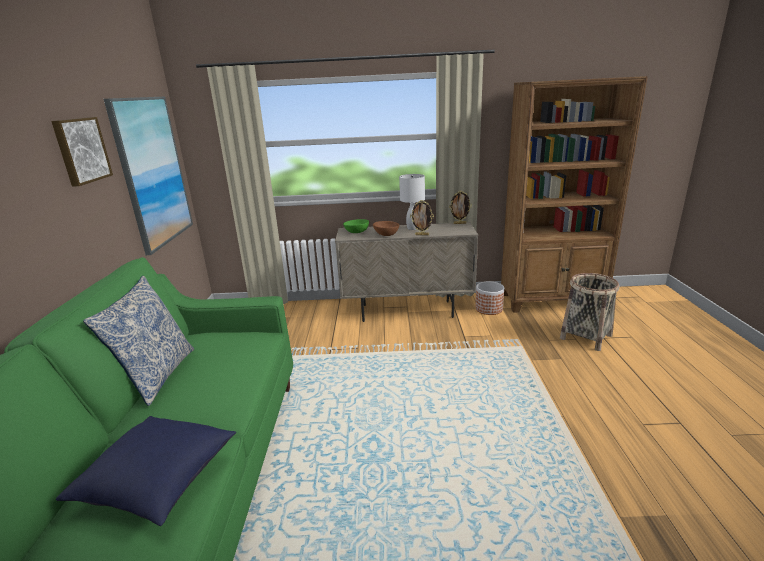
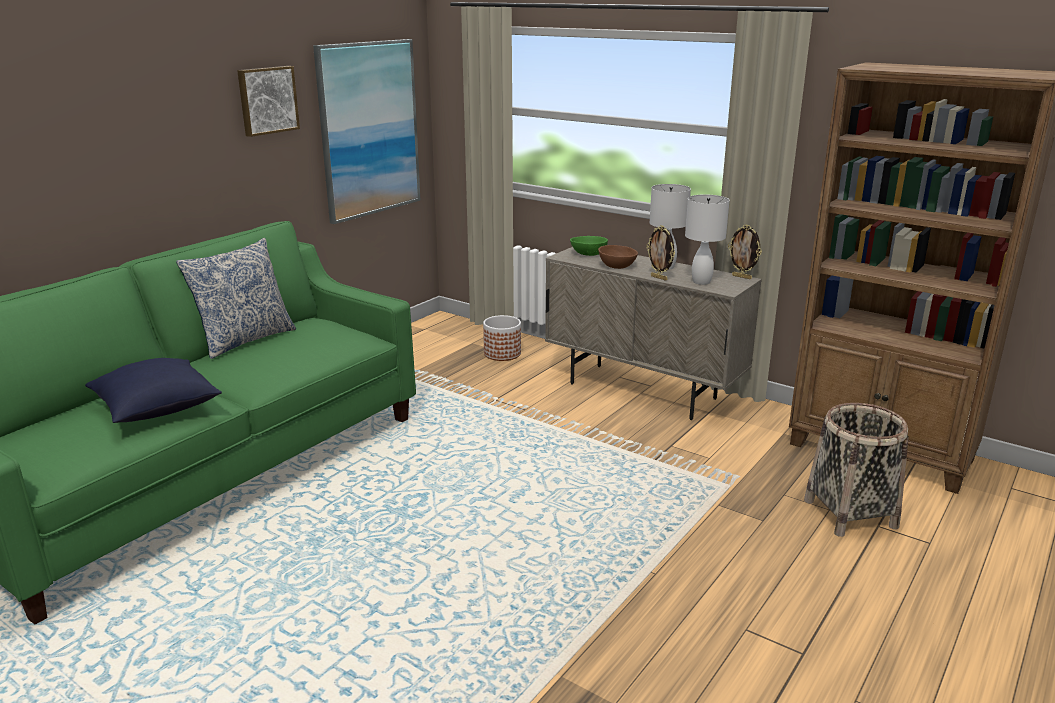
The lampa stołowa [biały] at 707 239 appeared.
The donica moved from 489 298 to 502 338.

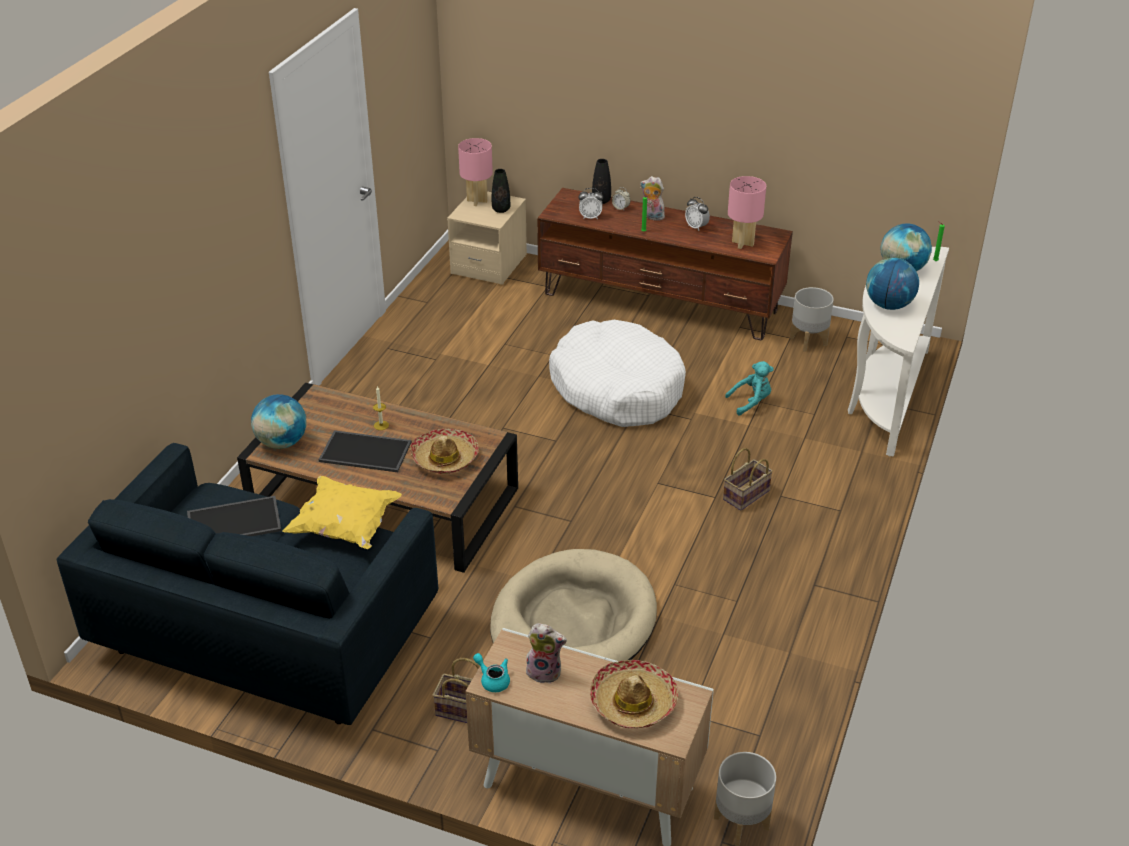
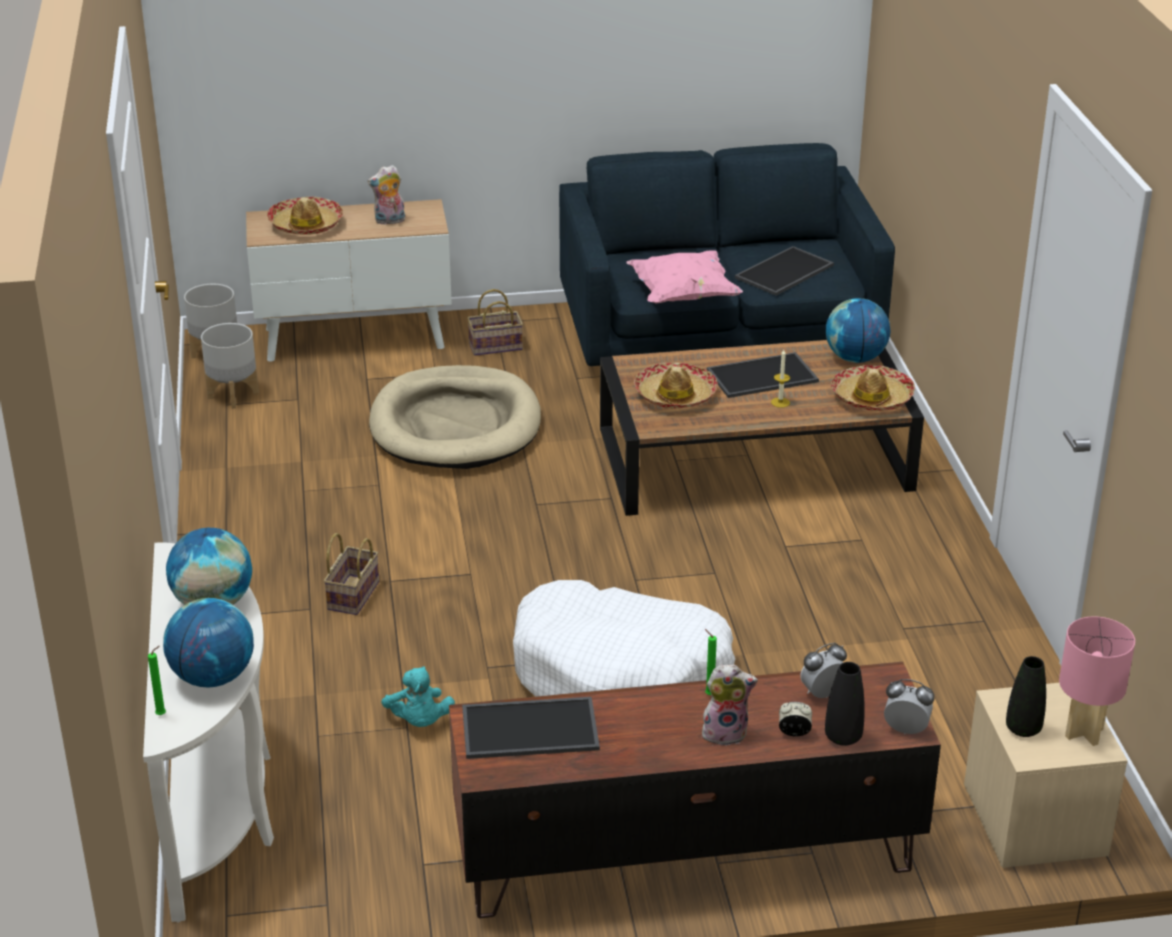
The imbryk [turkusowy] at 491 672 disappeared.
The kapelusz at 872 388 appeared.
The budzik moved from 697 214 to 909 706.
The donica [szary] moved from 812 319 to 230 366.
The lampa stołowa [różowy] at 747 212 was replaced by the taca at 531 728.
The poduszka [żółty] at 342 512 became the poduszka [różowy] at 684 276.
The pluszak [turkusowy] at 749 388 turned 60 degrees counterclockwise.

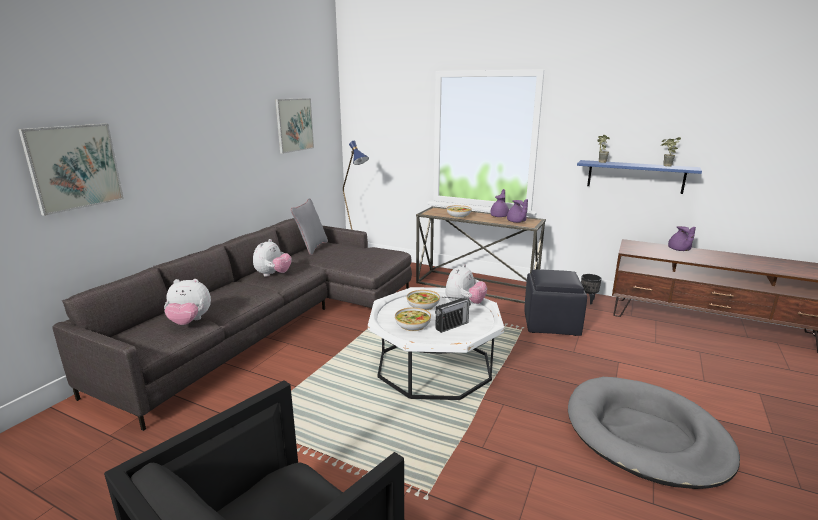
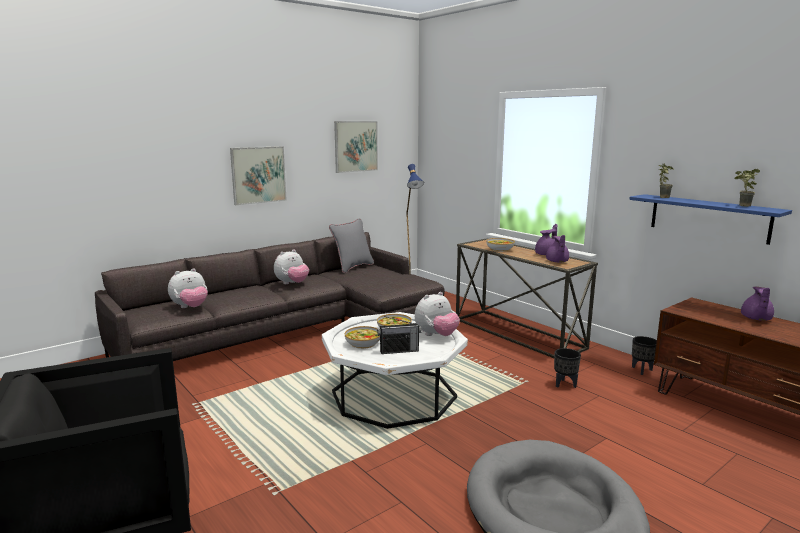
The obraz moved from 71 170 to 258 175.
The pufa [czarny] at 555 302 was replaced by the donica [czarny] at 567 368.
The pluszak at 187 302 turned 60 degrees counterclockwise.

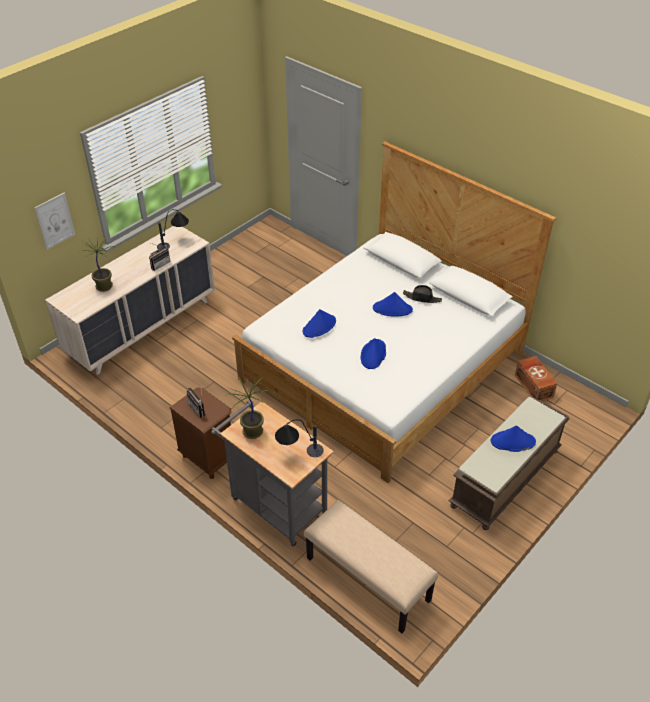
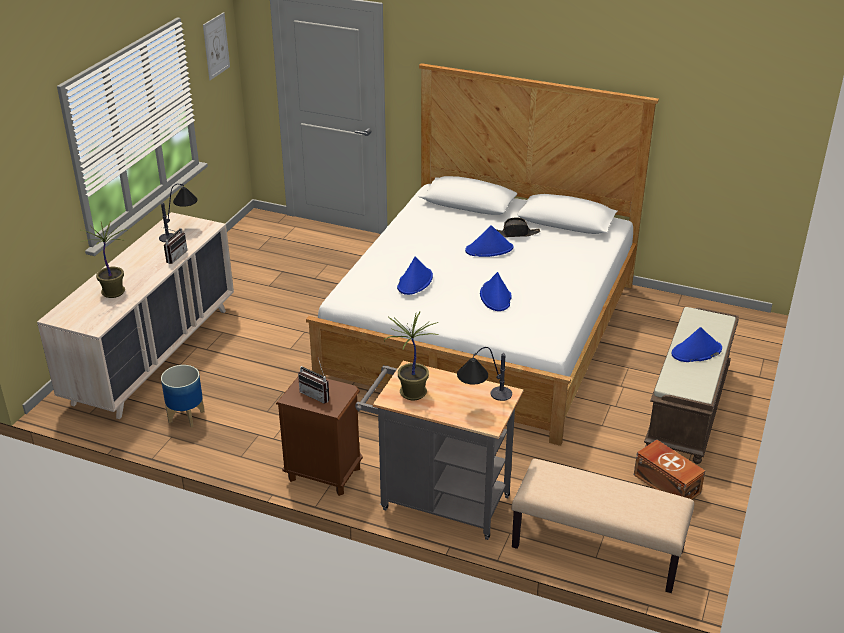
The donica at 182 396 appeared.
The obraz moved from 54 221 to 216 46.
The pojemnik do przechowywania [brązowy] moved from 536 378 to 669 470.

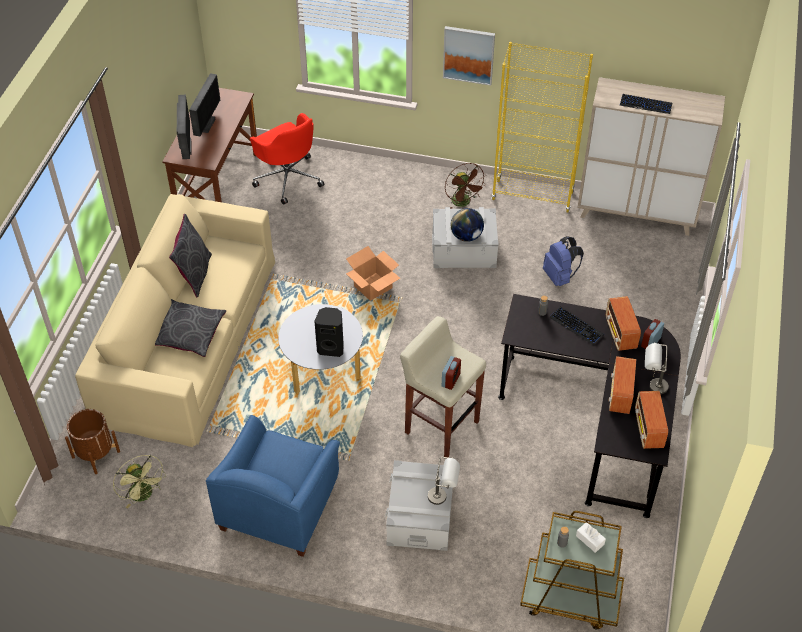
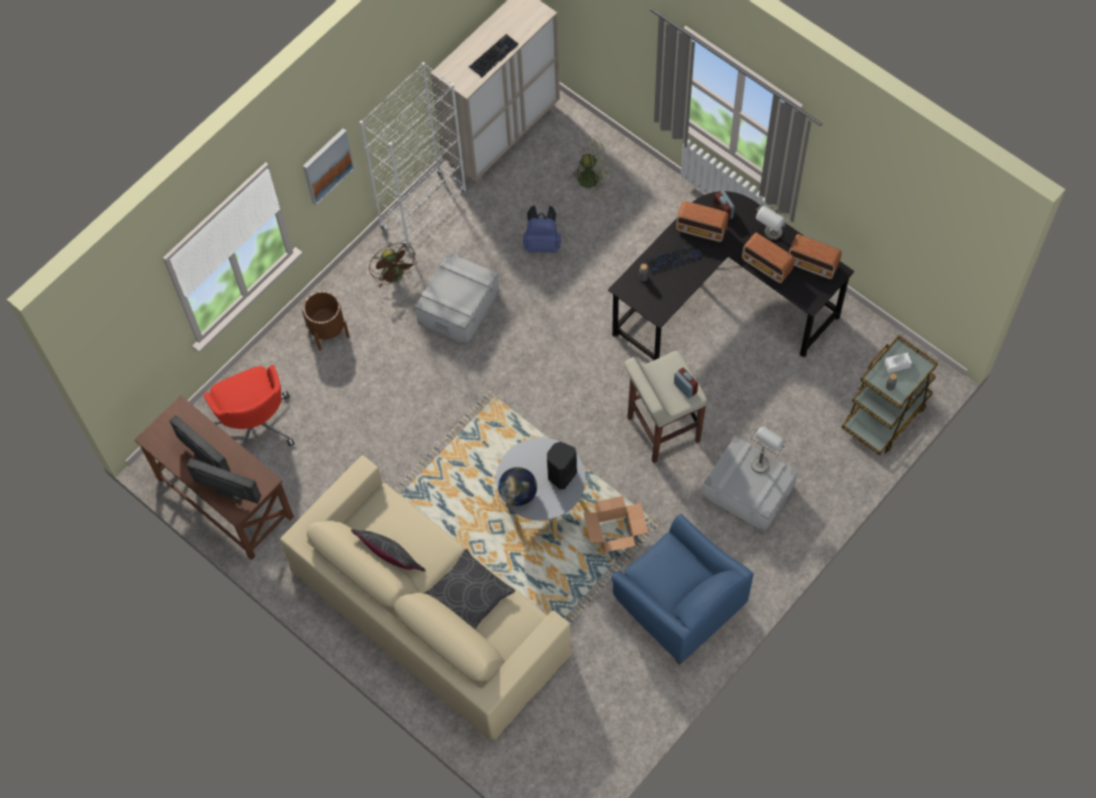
The donica [brązowy] moved from 92 441 to 326 320.
The wentylator [zielony] moved from 139 482 to 589 165.
The karton moved from 373 273 to 615 524.
The globus moved from 467 225 to 517 486.
The regał [żółty] at 542 127 became the regał [biały] at 413 155.
The krzesło biurowe [czerwony] at 287 159 turned 75 degrees clockwise.
The wentylator [brązowy] at 465 186 turned 60 degrees clockwise.

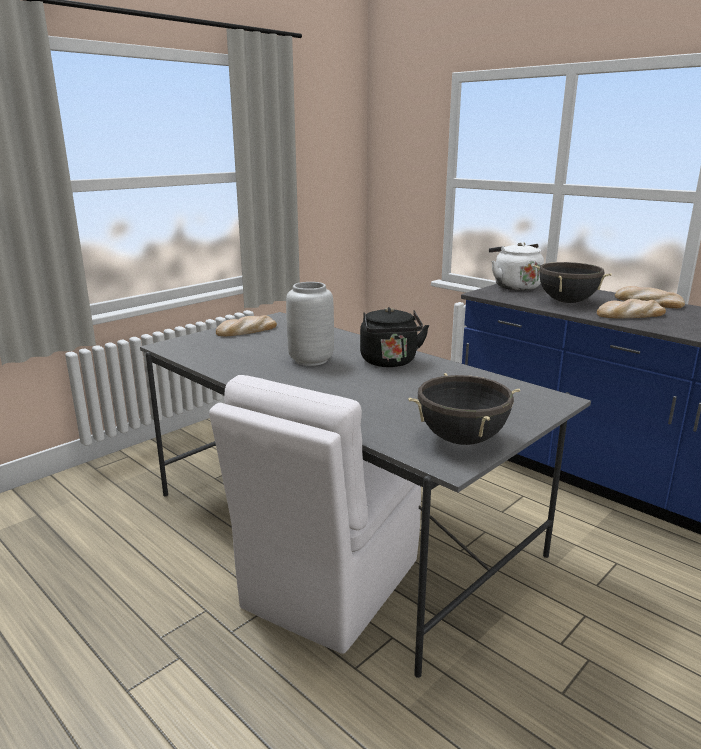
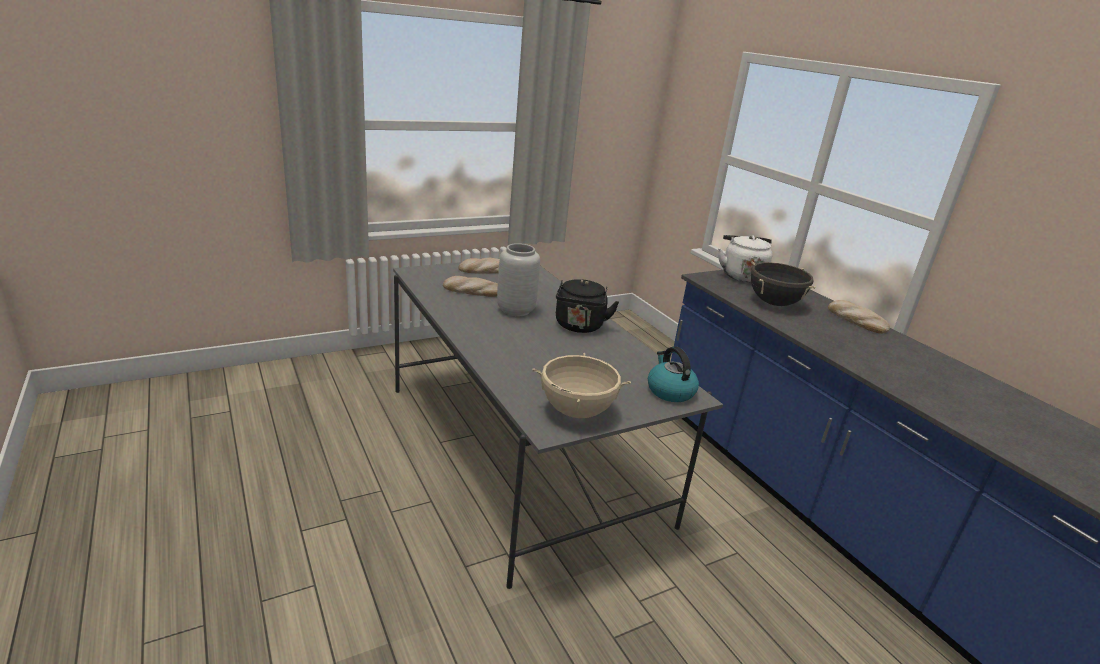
The krzesło [biały] at 315 514 disappeared.
The czajnik at 673 374 appeared.
The chleb moved from 631 308 to 470 286.
The garnek [czarny] at 464 409 became the garnek [beżowy] at 581 385.

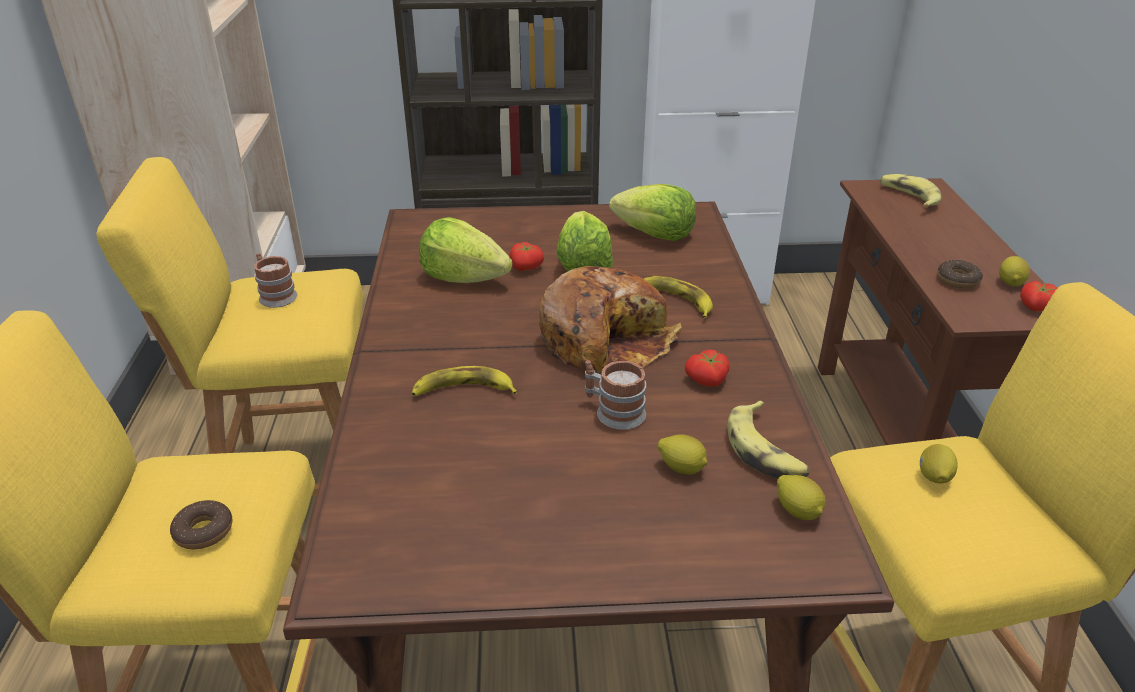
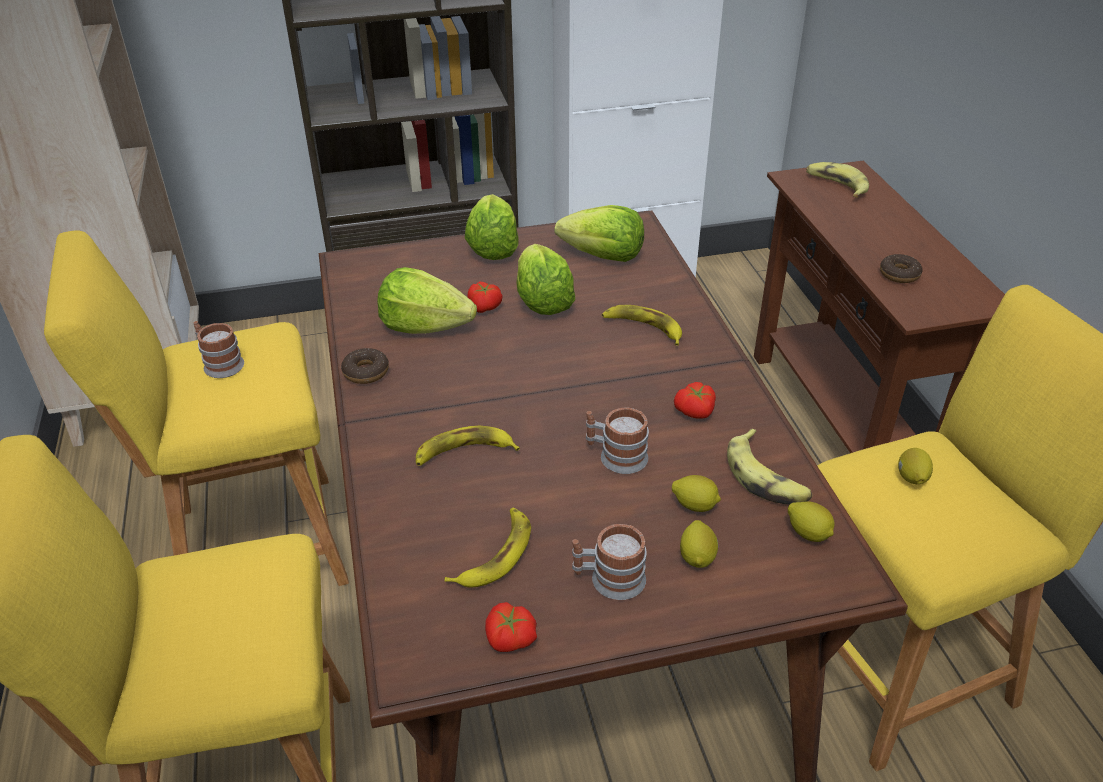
The chleb at 610 319 disappeared.
The banan at 488 548 appeared.
The sałata at 491 227 appeared.
The kubek at 609 562 appeared.
The donut moved from 201 524 to 365 366.
The cytryna moved from 1014 271 to 699 544.
The pomidor moved from 1038 296 to 511 627.

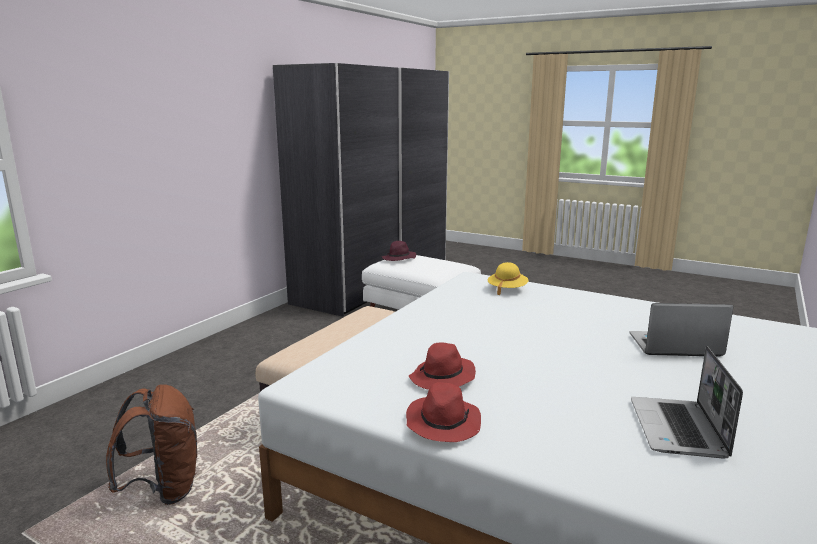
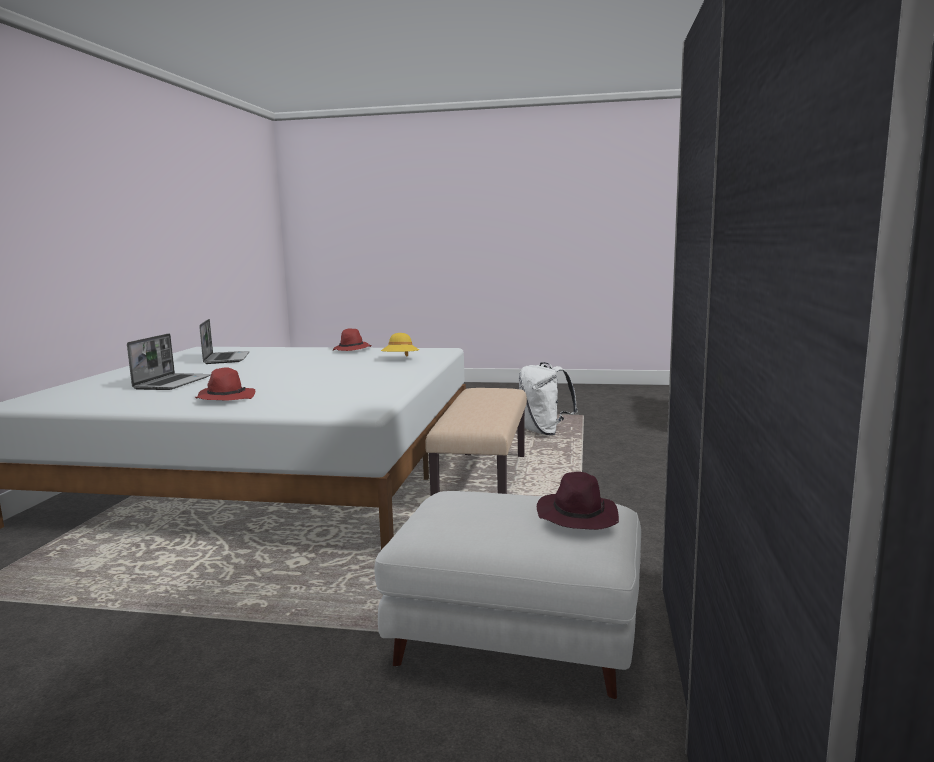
The kapelusz [czerwony] moved from 442 366 to 225 384.
The kapelusz [żółty] moved from 508 279 to 400 345.
The plecak [brązowy] at 151 444 became the plecak [biały] at 548 399.
The laptop at 681 330 turned 60 degrees counterclockwise.

